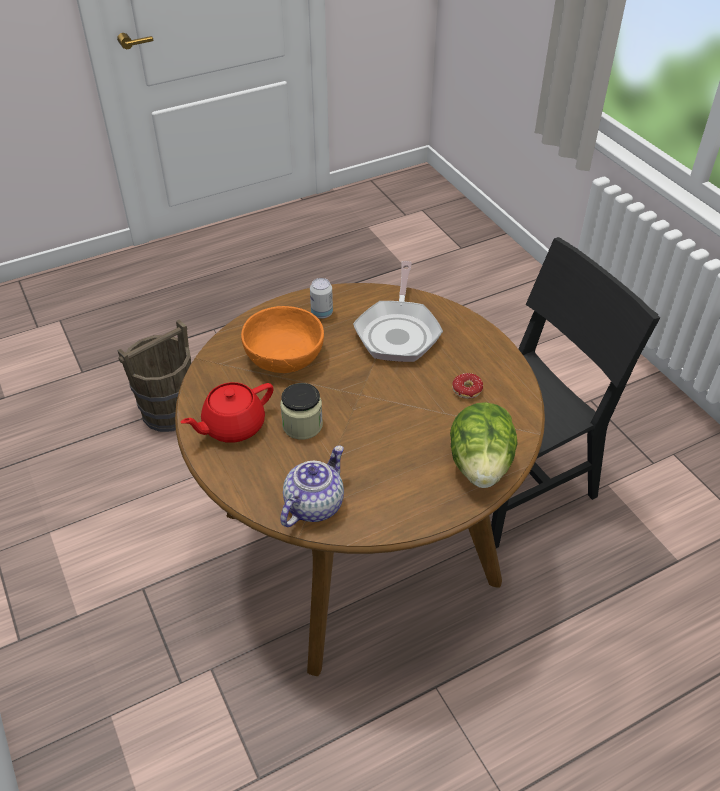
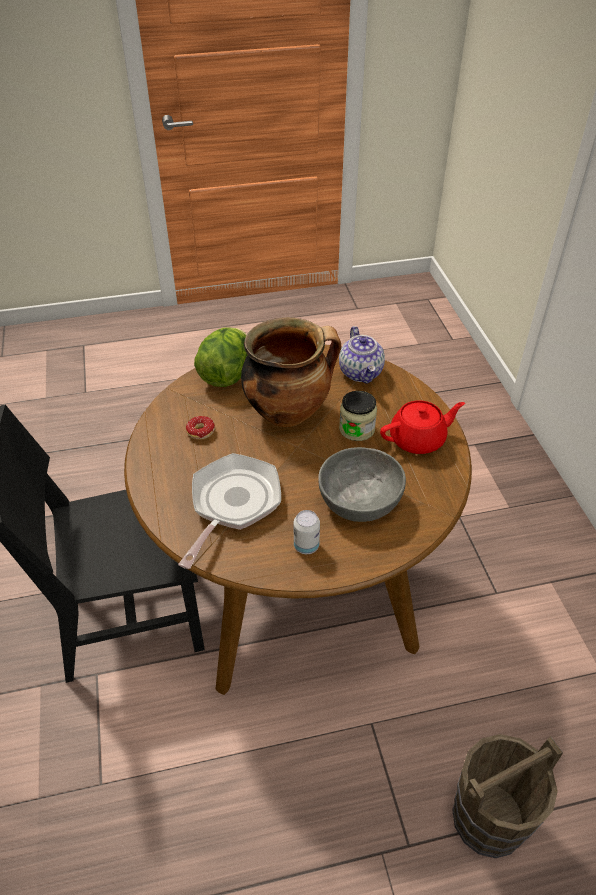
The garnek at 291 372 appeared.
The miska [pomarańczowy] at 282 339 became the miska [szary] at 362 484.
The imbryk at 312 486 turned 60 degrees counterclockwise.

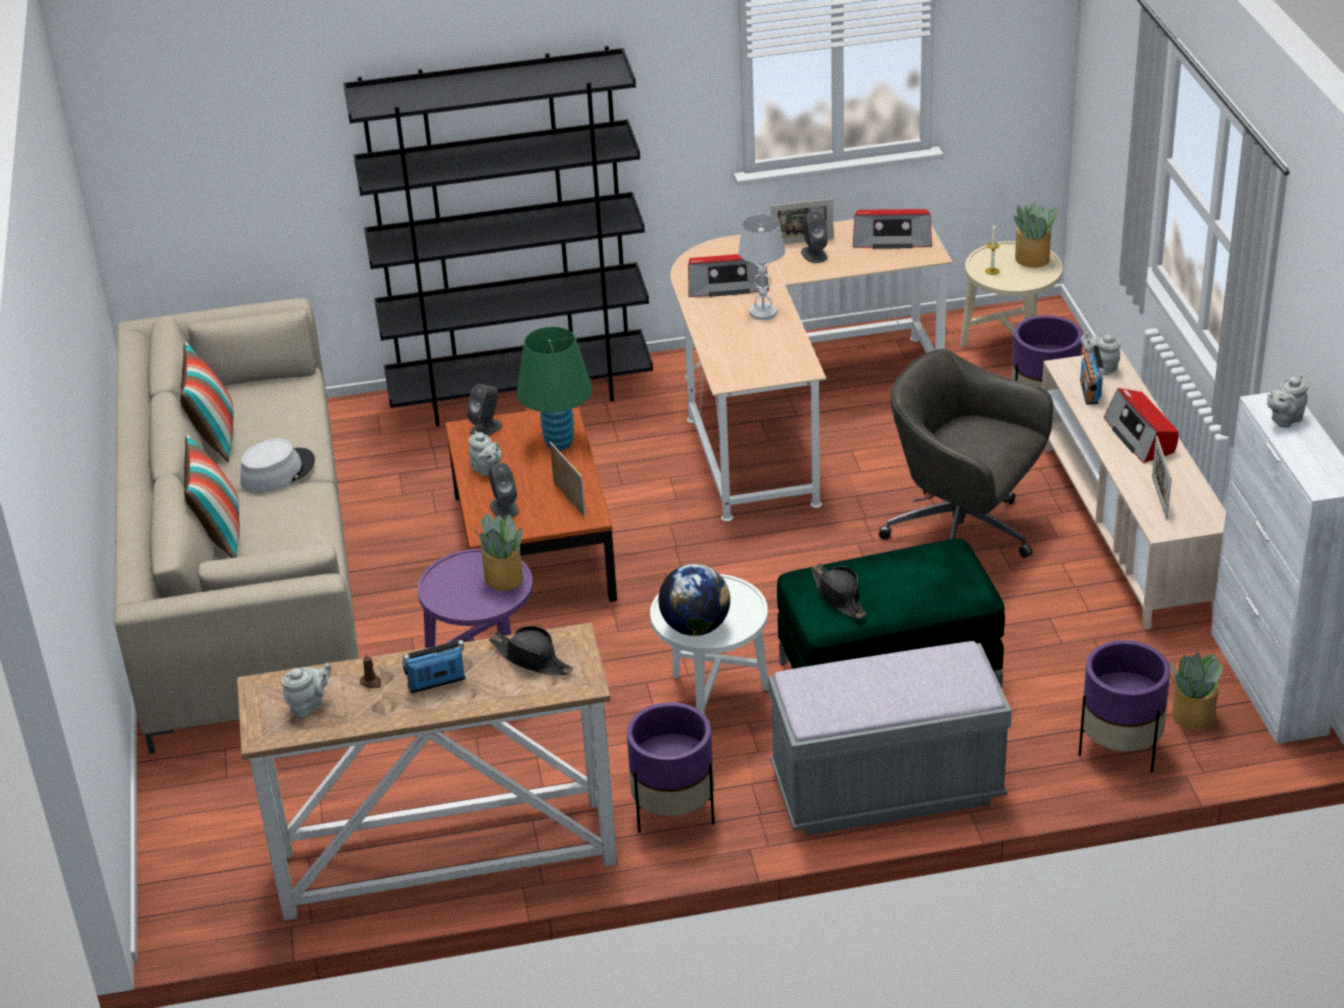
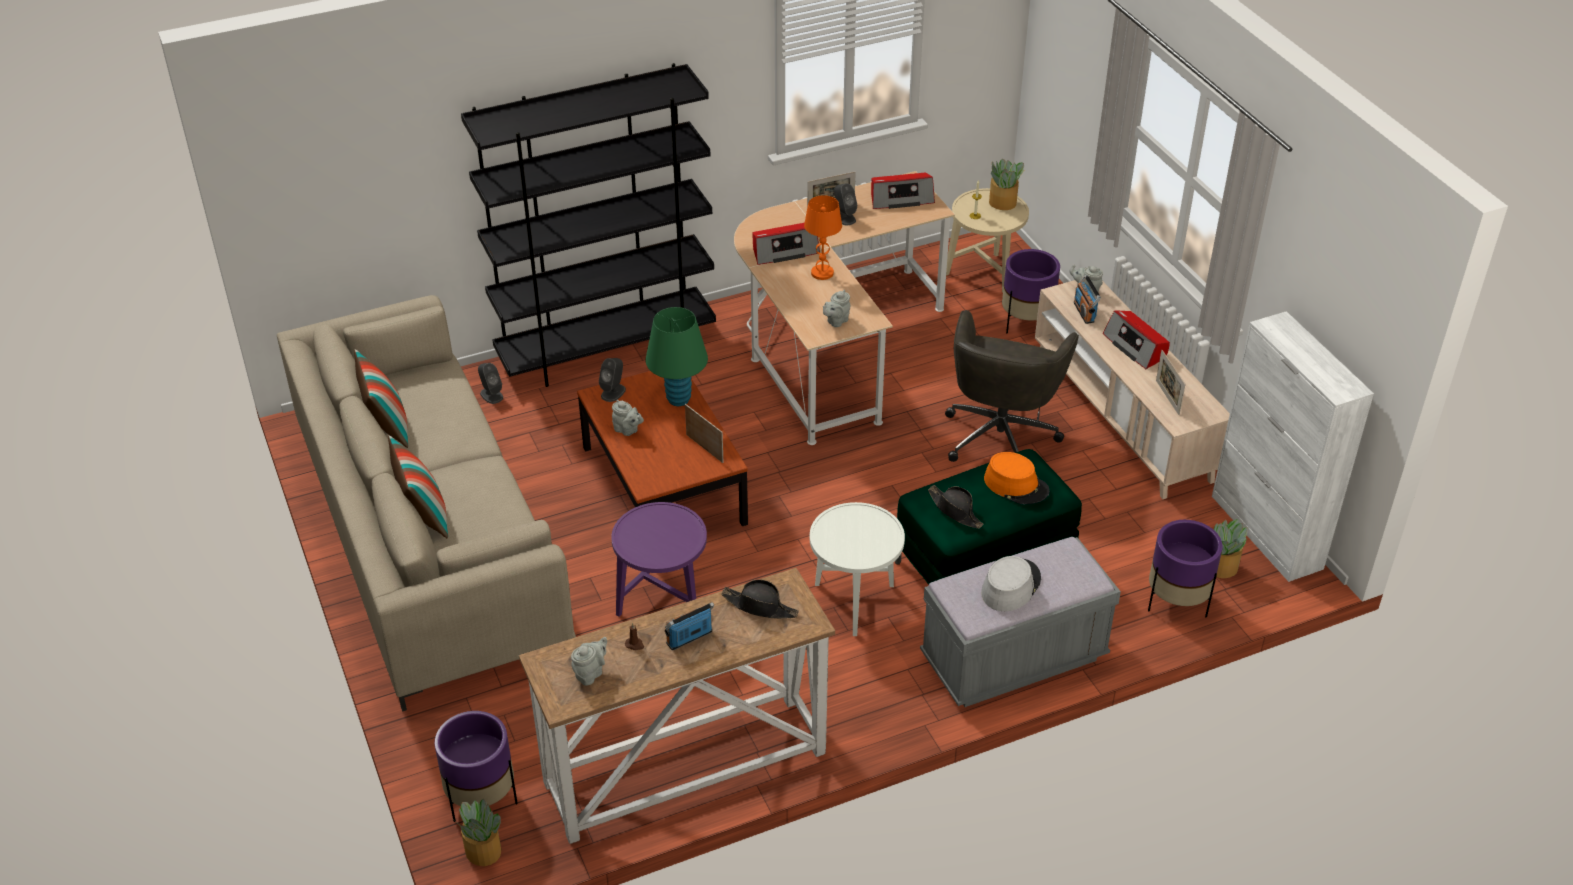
The globus at 694 600 disappeared.
The kapelusz [pomarańczowy] at 1017 478 appeared.
The kapelusz [szary] moved from 277 465 to 1011 583.
The roślina doniczkowa moved from 497 552 to 477 832.
The głośnik [szary] moved from 503 491 to 490 383.
The donica [fioletowy] moved from 670 767 to 476 766.
The imbryk [szary] moved from 1288 401 to 836 308.
The lampa stołowa [biały] at 761 267 became the lampa stołowa [pomarańczowy] at 823 237.
The krzesło biurowe [szary] at 966 453 turned 90 degrees counterclockwise.

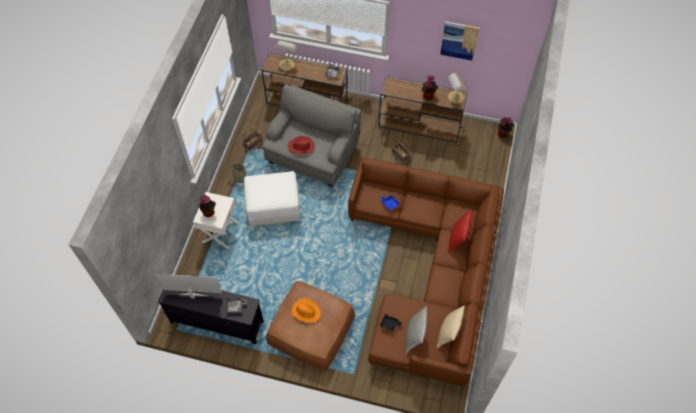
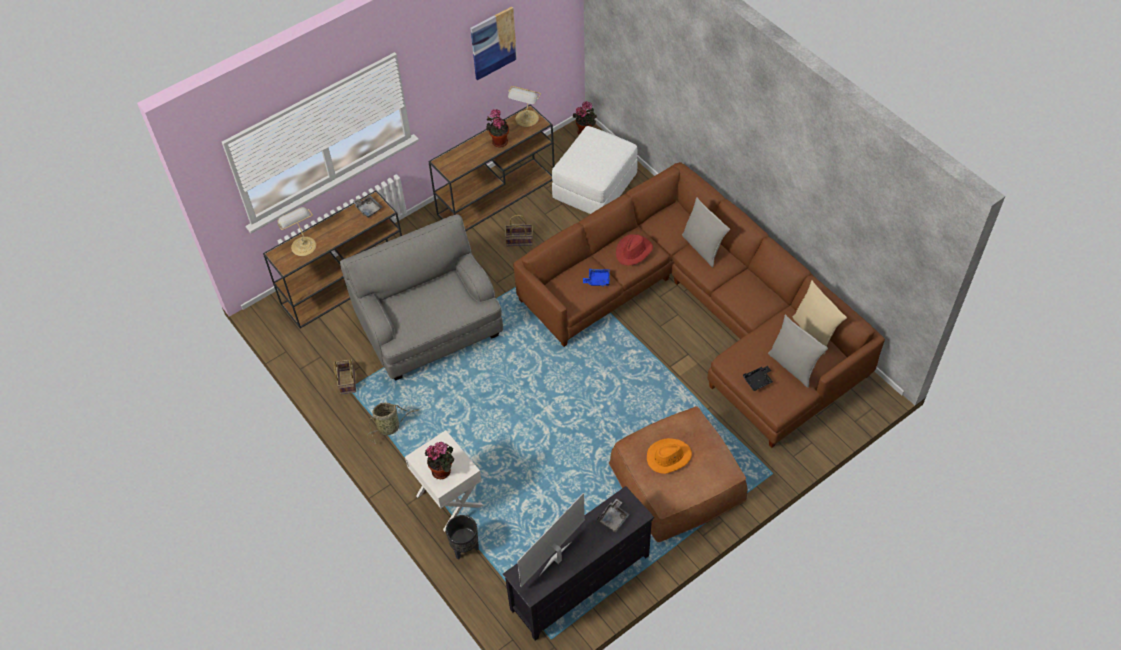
The donica [czarny] at 462 537 appeared.
The pufa [biały] moved from 272 198 to 595 170.
The kapelusz [czerwony] moved from 301 145 to 634 250.
The poduszka [czerwony] at 460 231 became the poduszka [szary] at 706 232.

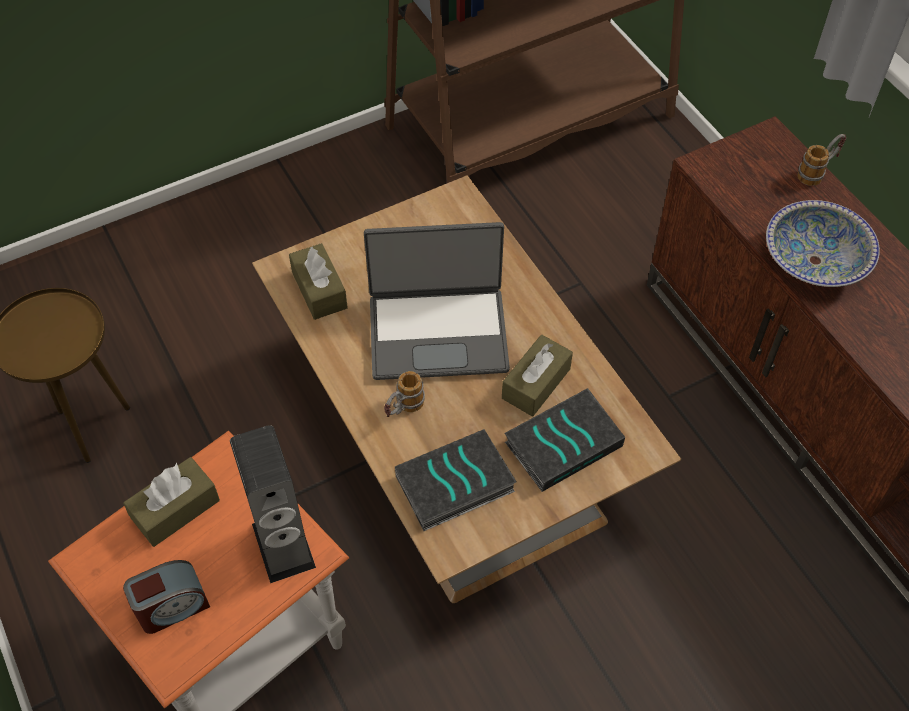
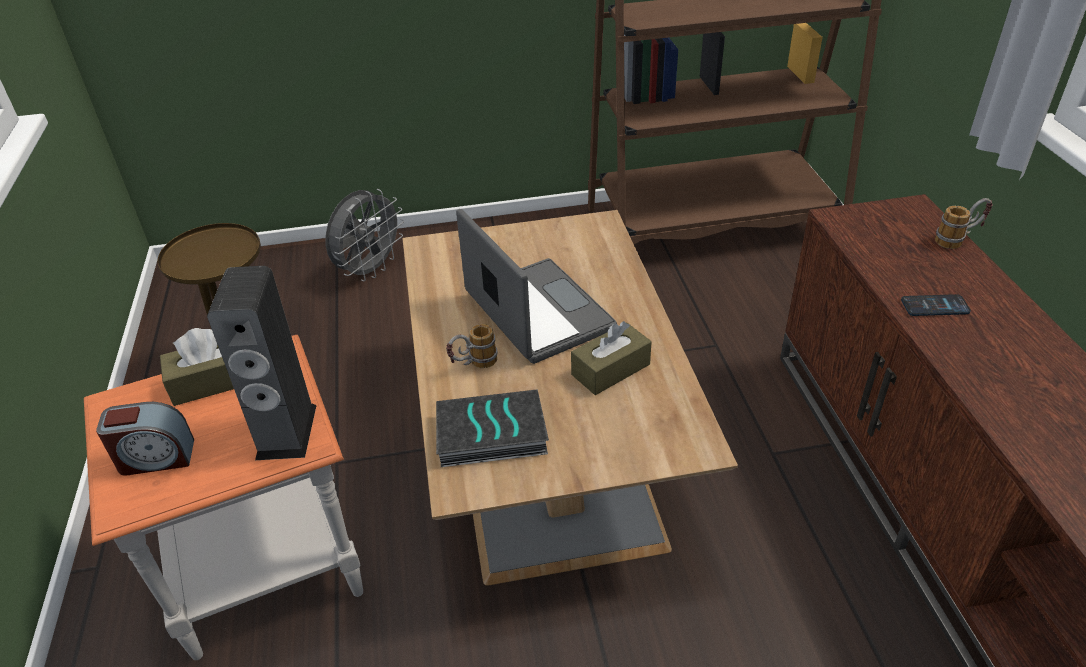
The pudełko chusteczek [brązowy] at 318 281 disappeared.
The książka at 564 440 disappeared.
The wentylator [szary] at 365 235 appeared.
The miska at 823 243 was replaced by the telefon at 936 305.
The laptop at 437 301 turned 135 degrees counterclockwise.

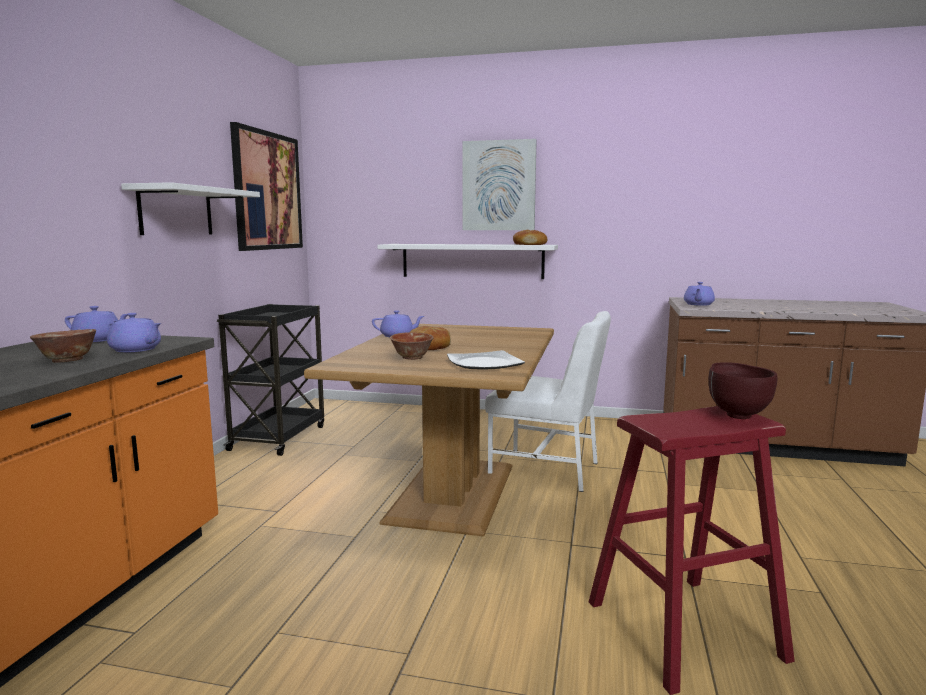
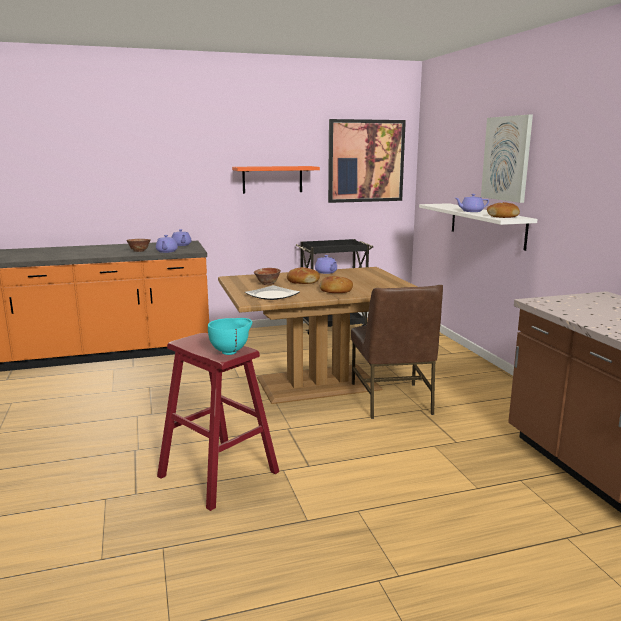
The chleb at 336 284 appeared.
The imbryk [fioletowy] moved from 699 294 to 472 203.
The półka [biały] at 190 208 became the półka [pomarańczowy] at 276 180.
The krzesło [biały] at 548 401 became the krzesło [brązowy] at 397 352.
The miska [brązowy] at 743 390 became the miska [turkusowy] at 230 336.

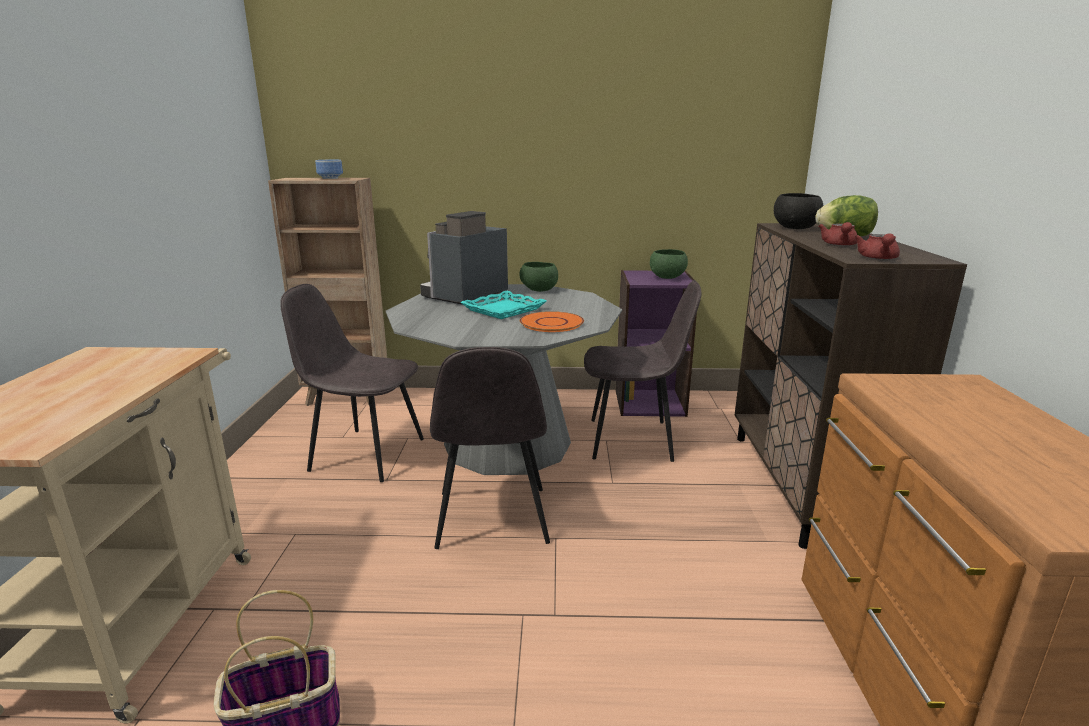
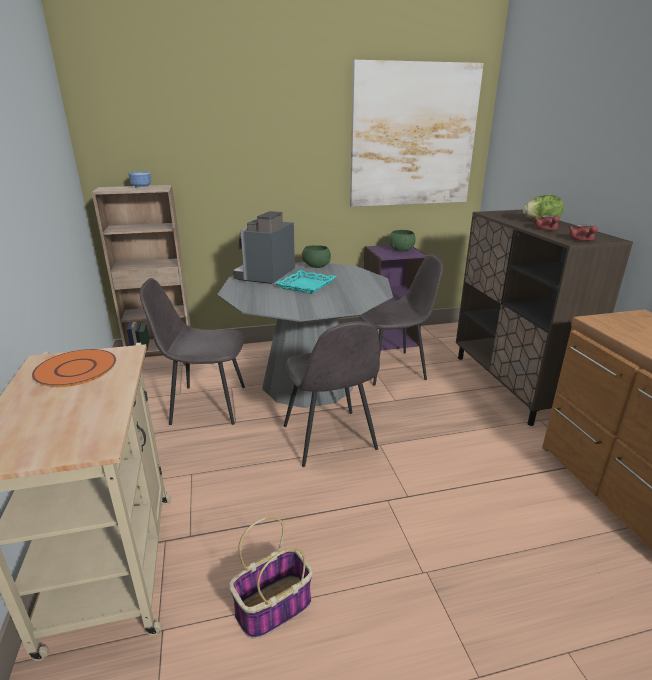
The miska [czarny] at 798 211 disappeared.
The obraz at 417 133 appeared.
The talerz [pomarańczowy] moved from 552 321 to 74 368.

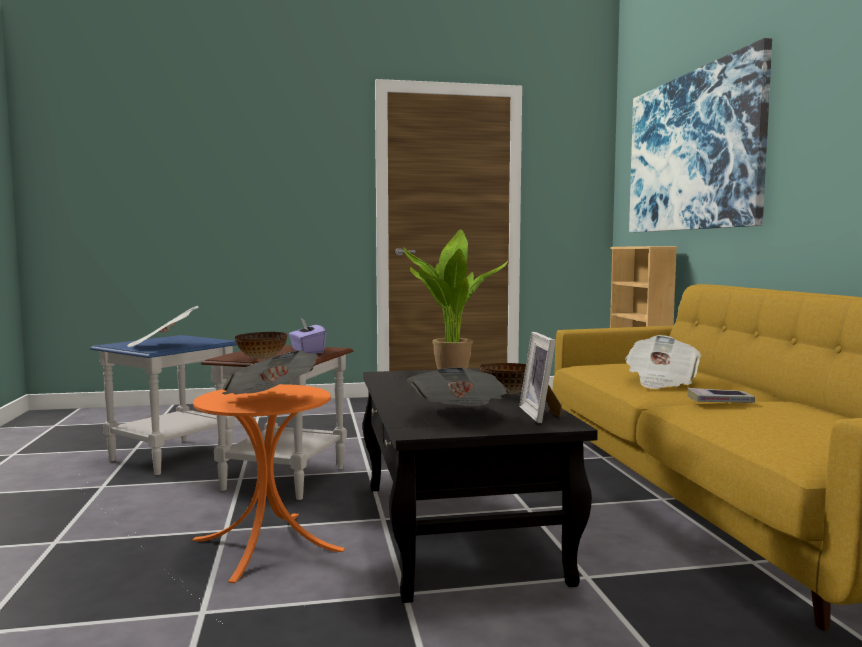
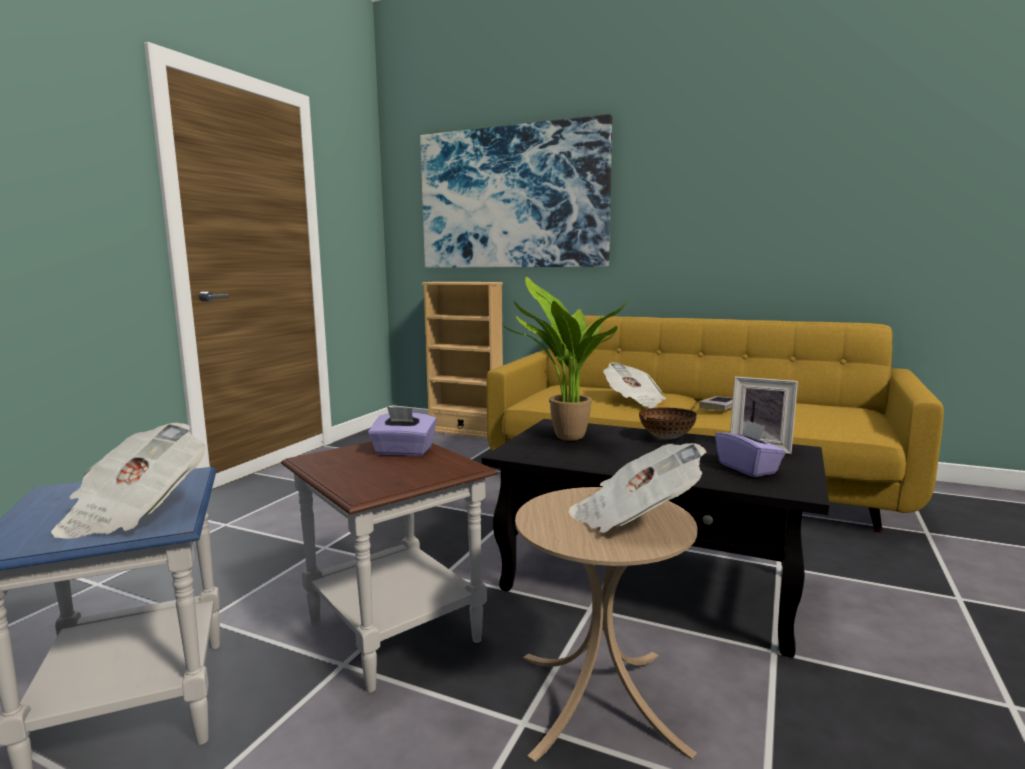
The miska at 261 345 disappeared.
The gazeta at 457 386 was replaced by the pudełko chusteczek [fioletowy] at 750 448.
The stolik [pomarańczowy] at 268 483 became the stolik [beżowy] at 606 624.

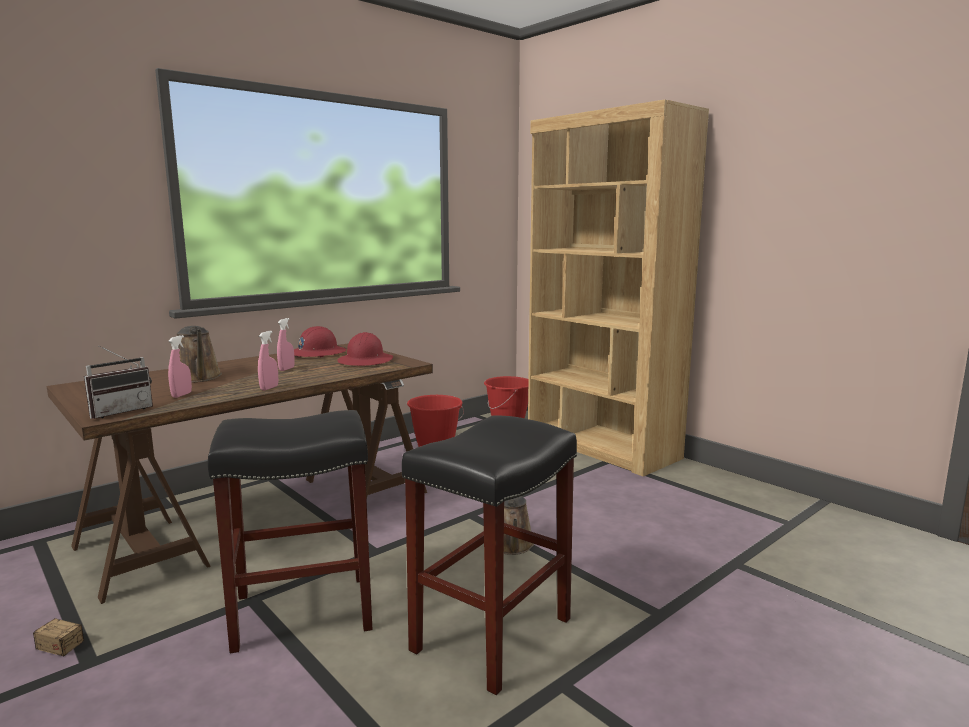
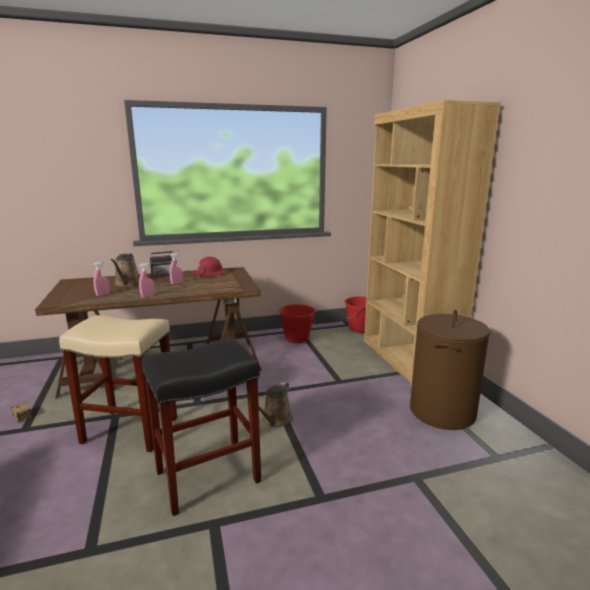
The kask [czerwony] at 365 349 disappeared.
The kosz na pranie [brązowy] at 450 370 appeared.
The radio moved from 118 382 to 163 261.
The stołek [czarny] at 290 531 became the stołek [beżowy] at 118 383.

